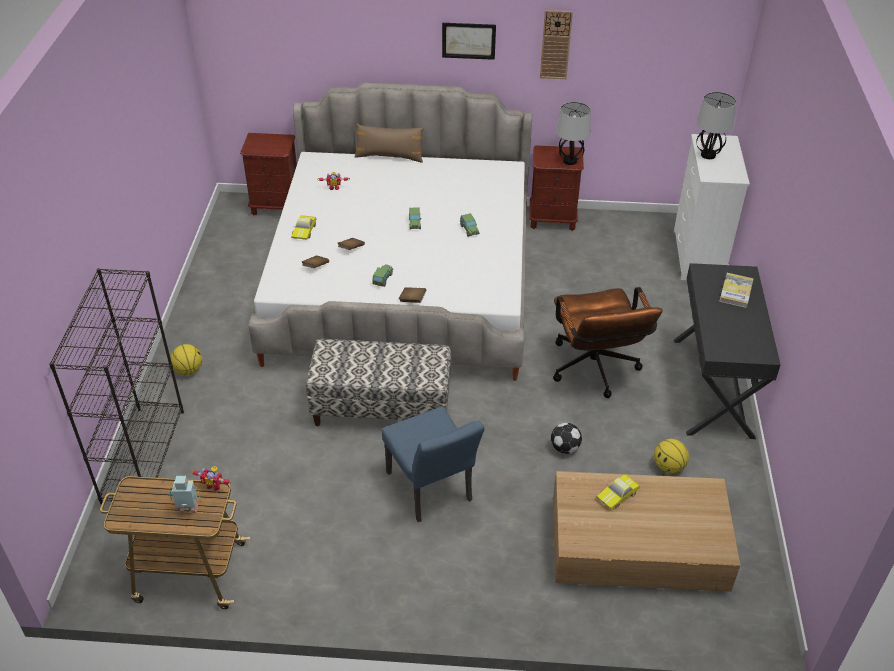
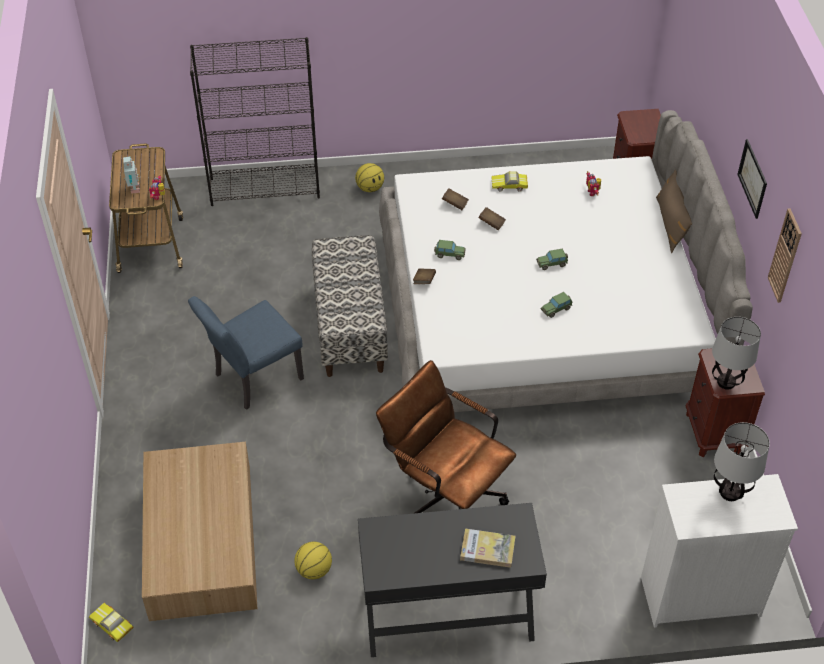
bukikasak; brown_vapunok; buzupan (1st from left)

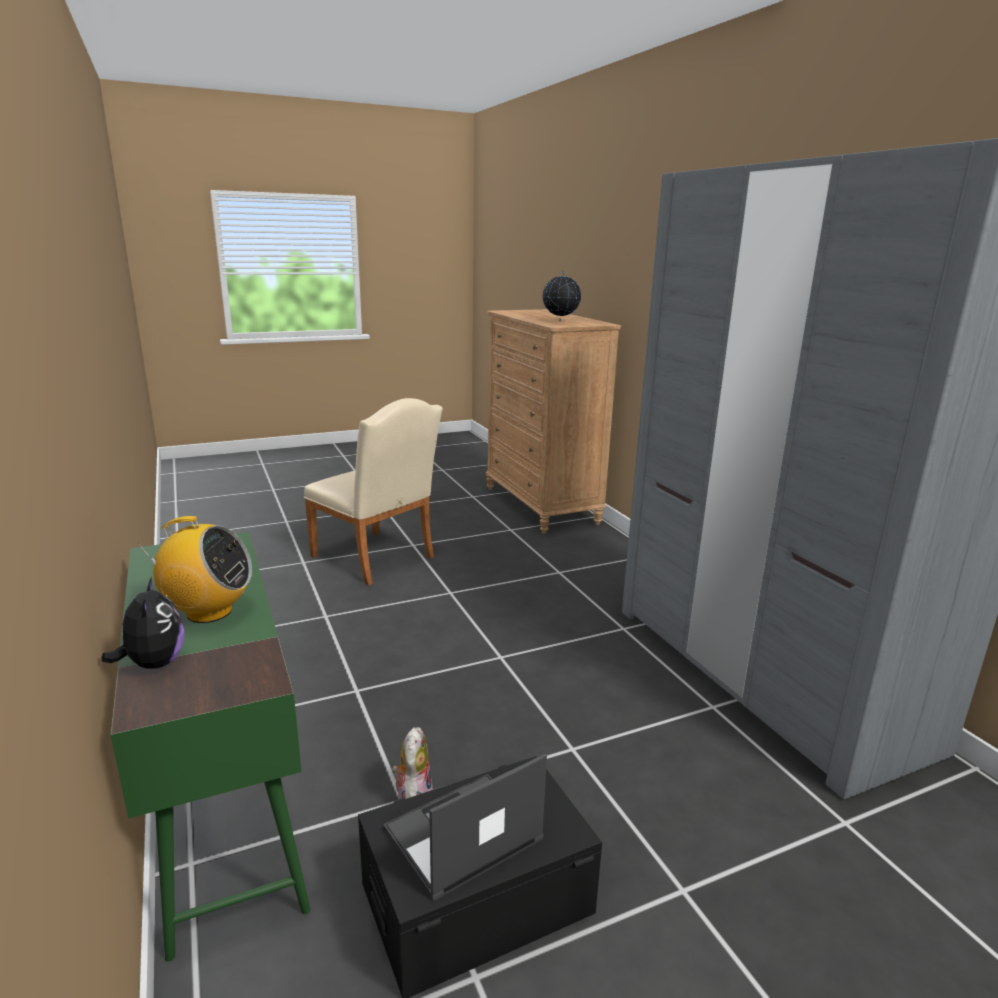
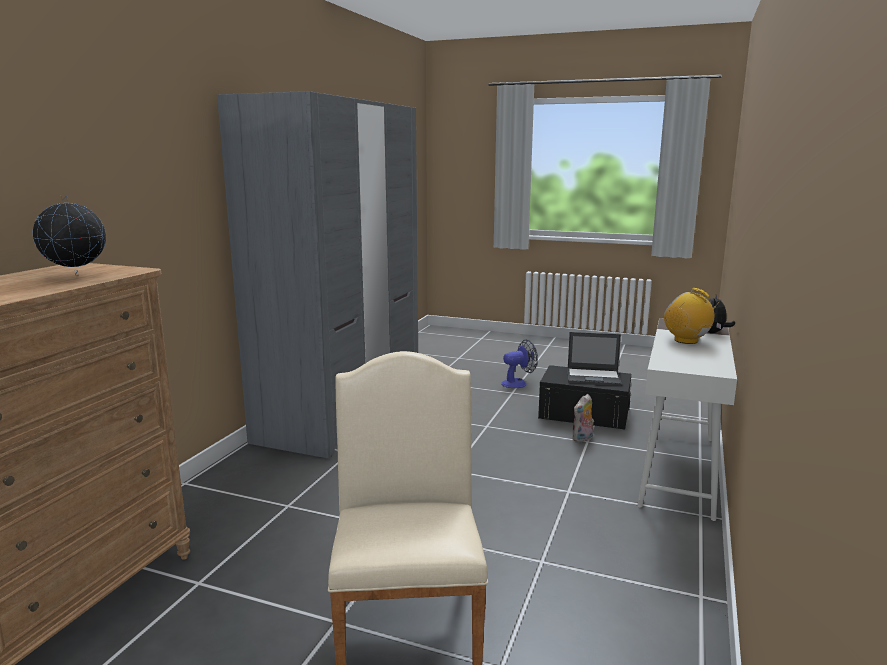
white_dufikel; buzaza

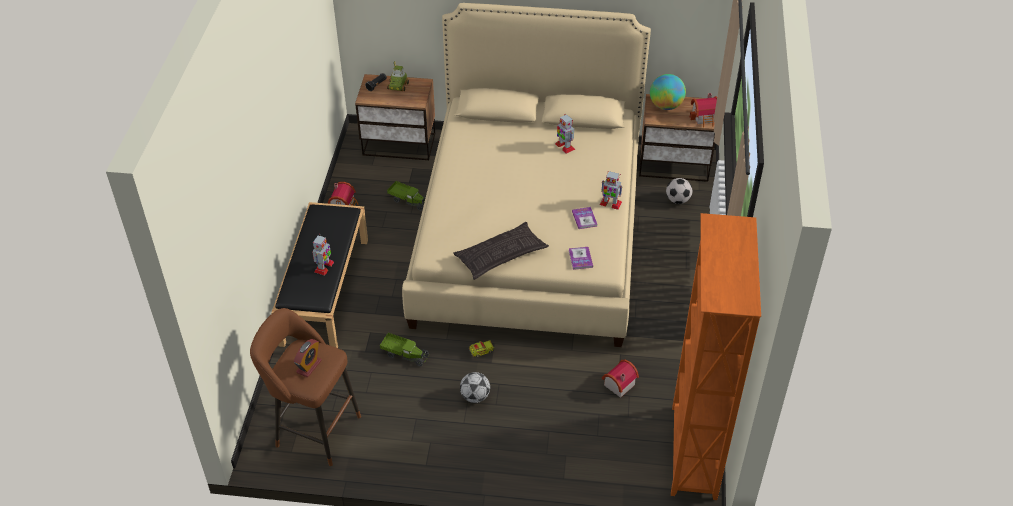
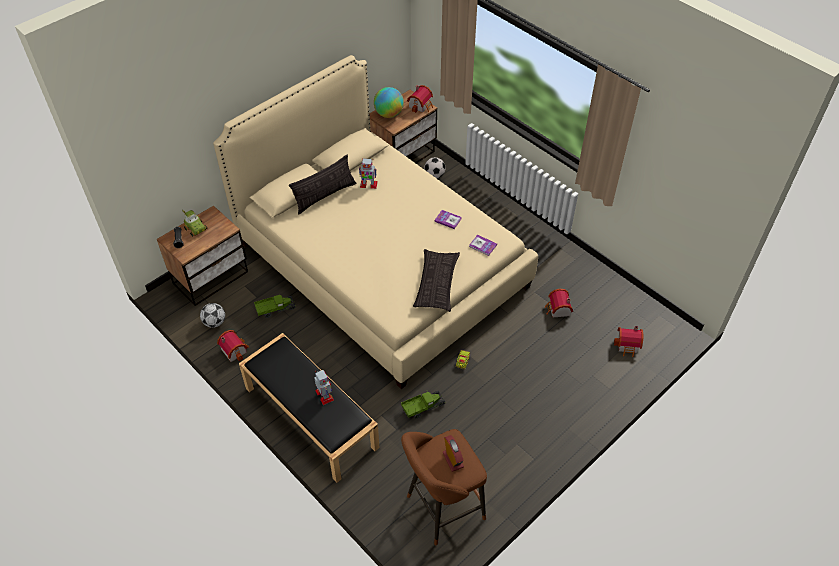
bukikasak (1st from left); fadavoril (3rd from left in the first image); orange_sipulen; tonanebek (1st from left); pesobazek (4th from left)

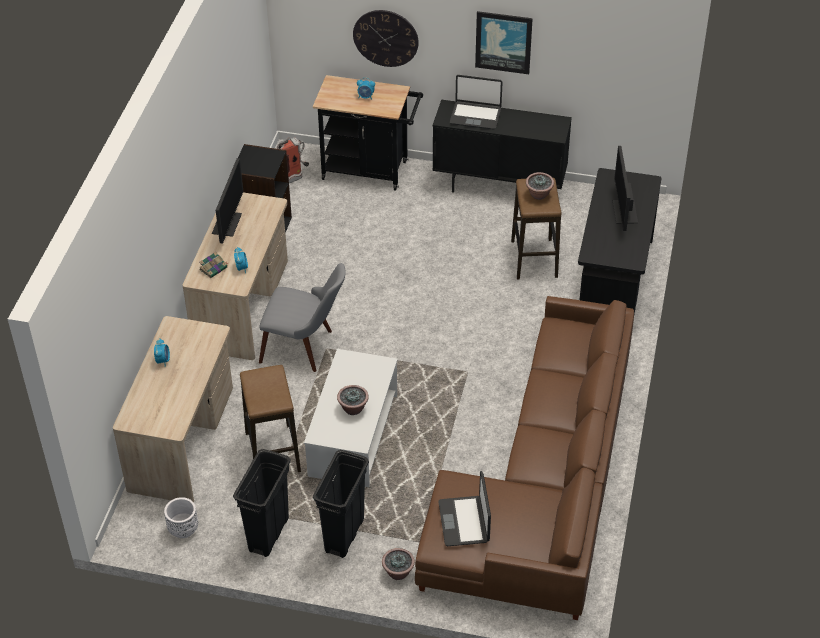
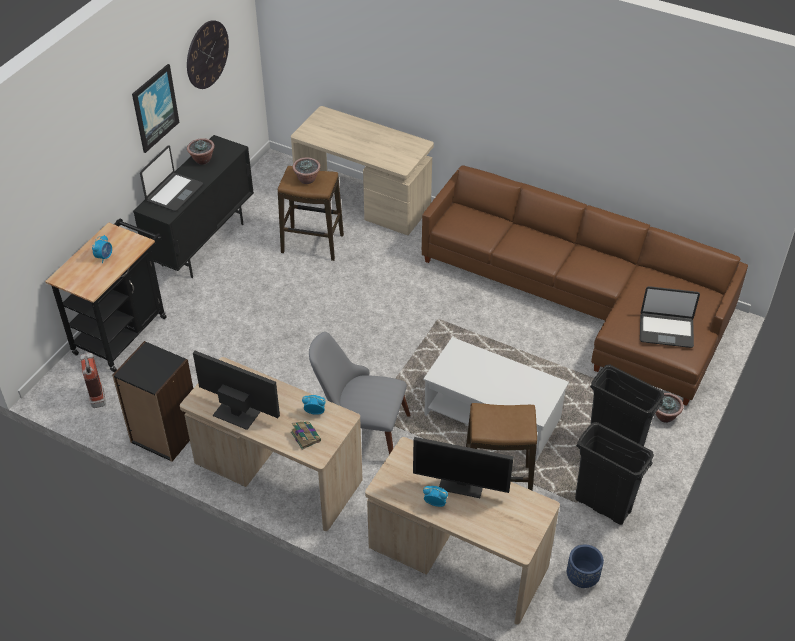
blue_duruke; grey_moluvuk; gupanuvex (1st from left); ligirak; beige_dufikel (2nd from left); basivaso (2nd from left)

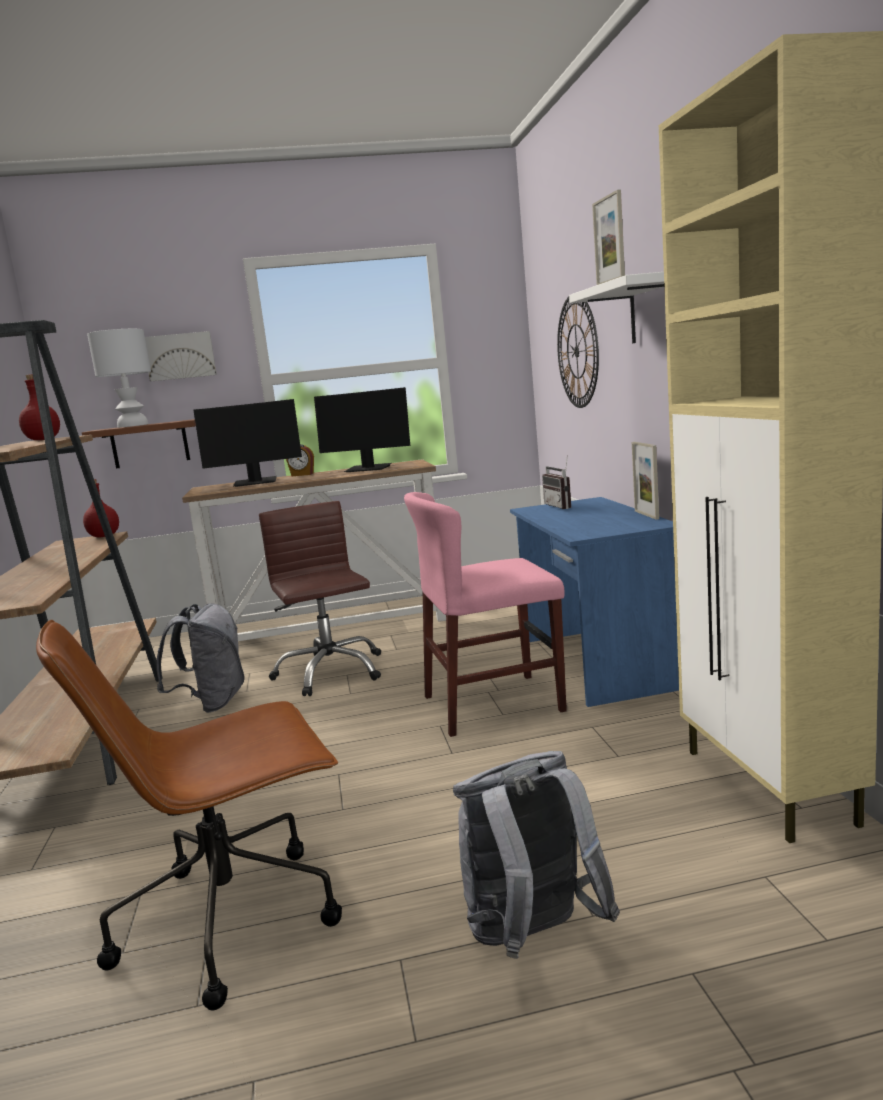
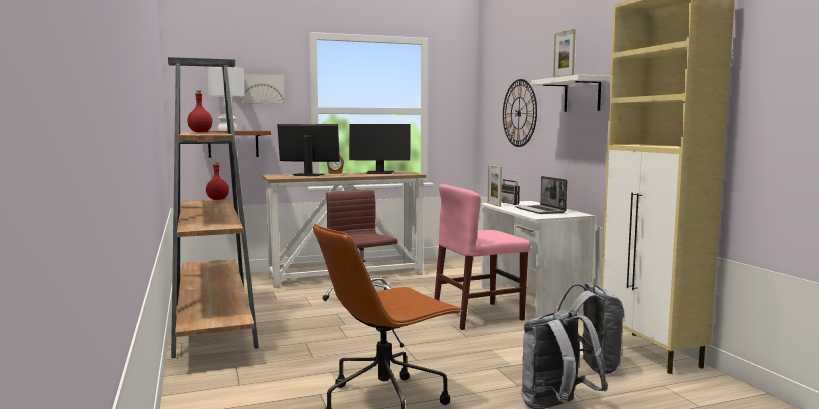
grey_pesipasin (2nd from left); basivaso (1st from left); white_dufikel; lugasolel (1st from left); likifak

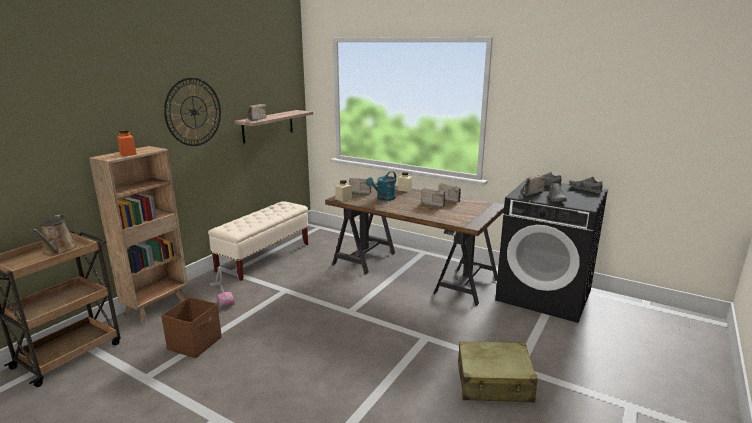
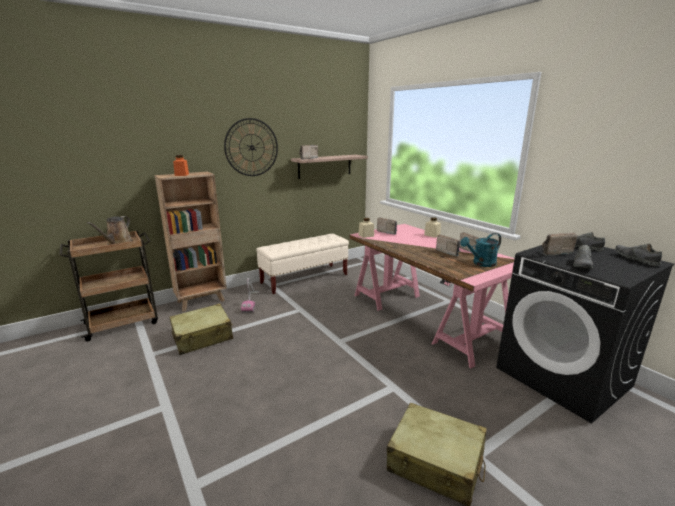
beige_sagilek (1st from left); pink_dufikel; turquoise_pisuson

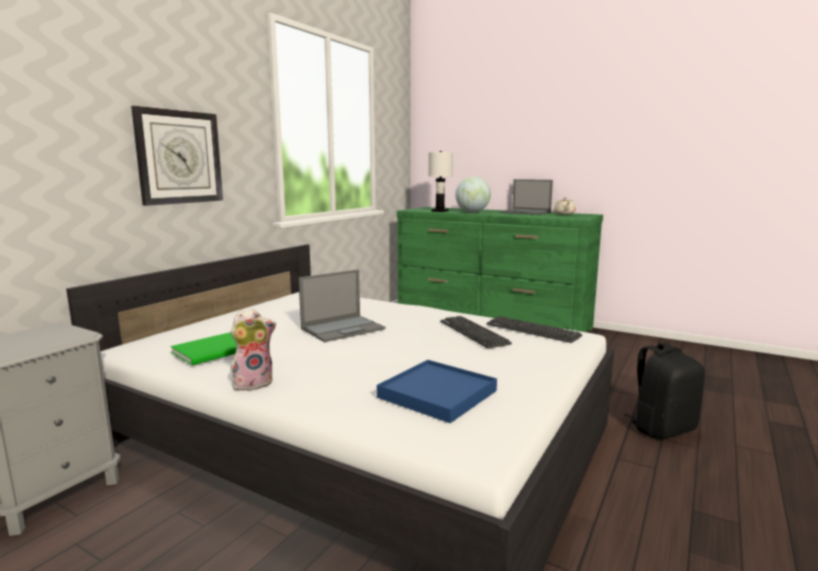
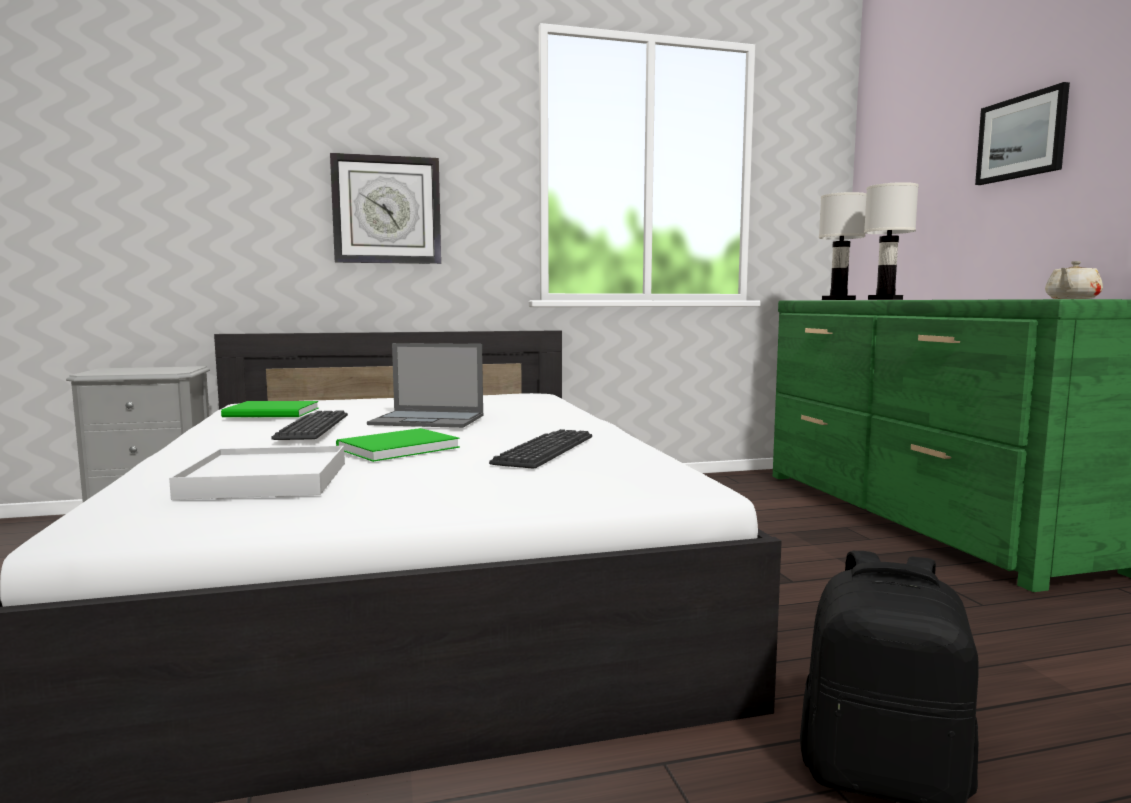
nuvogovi; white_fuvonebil; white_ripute (2nd from left); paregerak (1st from left); likifak (2nd from left in the first image); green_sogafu (2nd from left); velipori

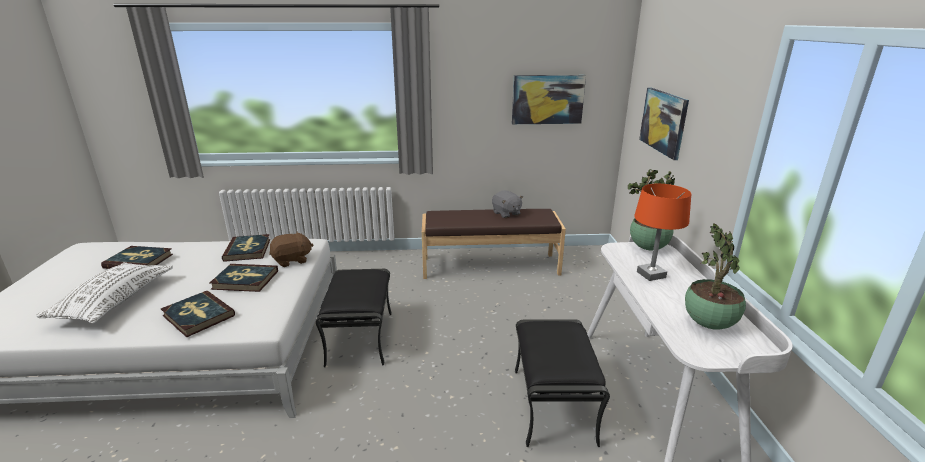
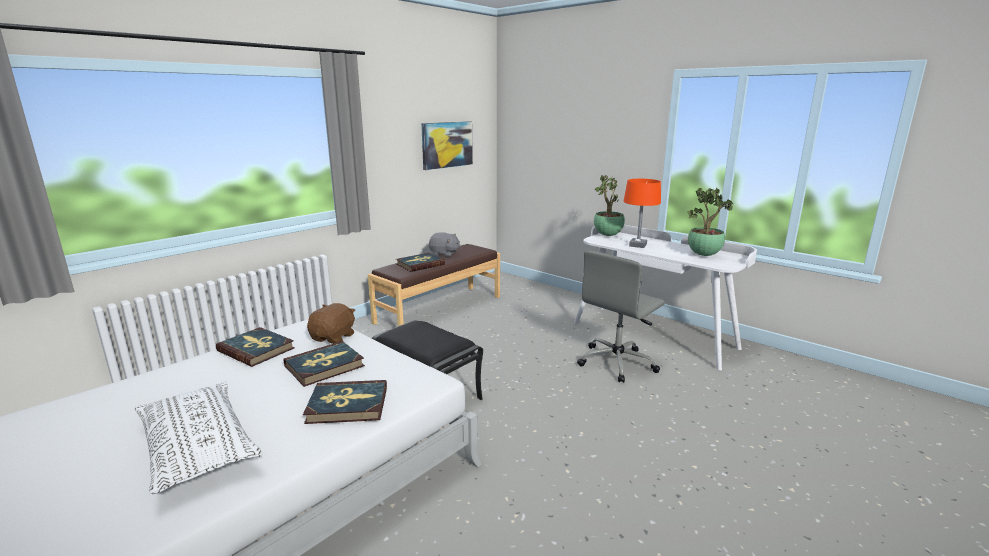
sogafu (4th from left); grey_vapunok; velipori (2nd from left in the first image)

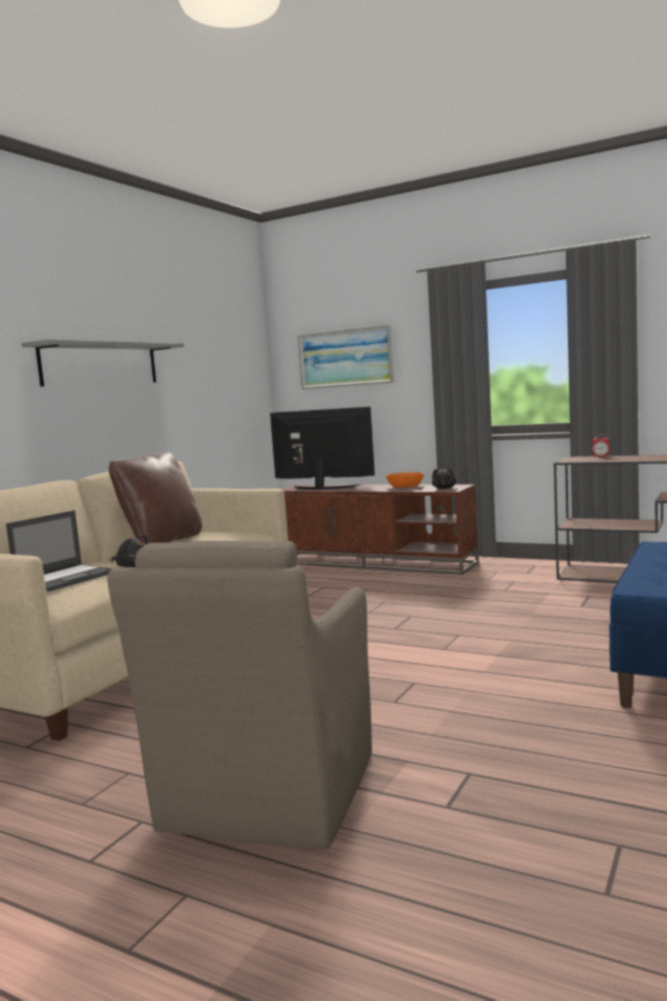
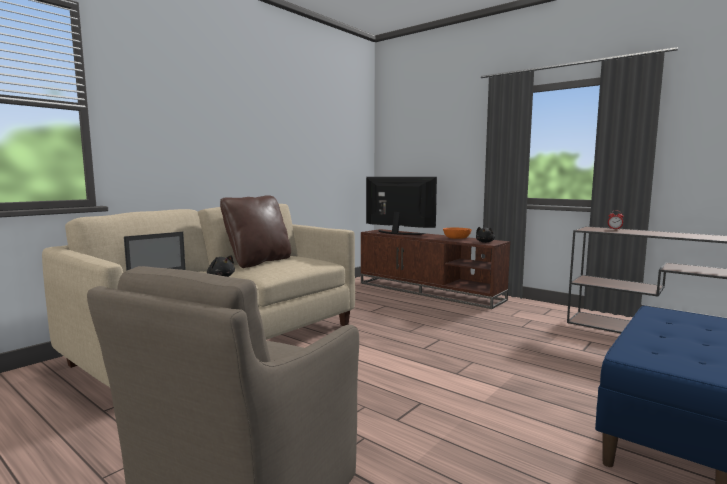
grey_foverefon; velipori

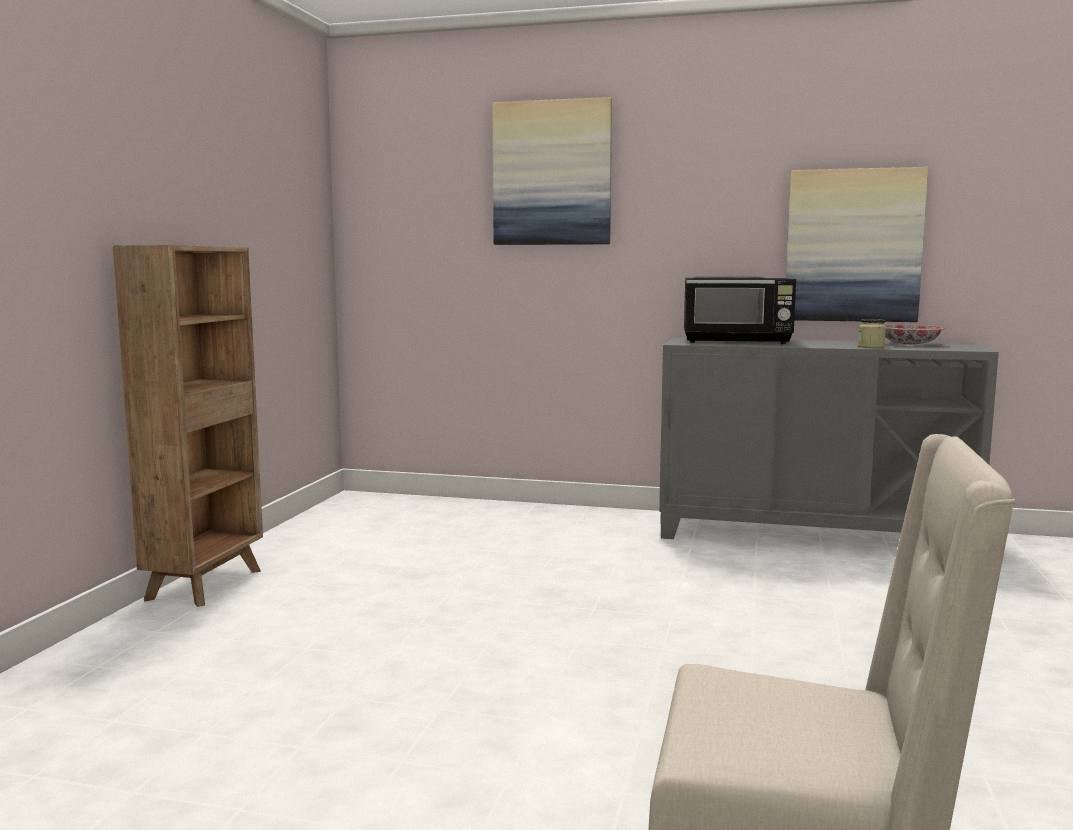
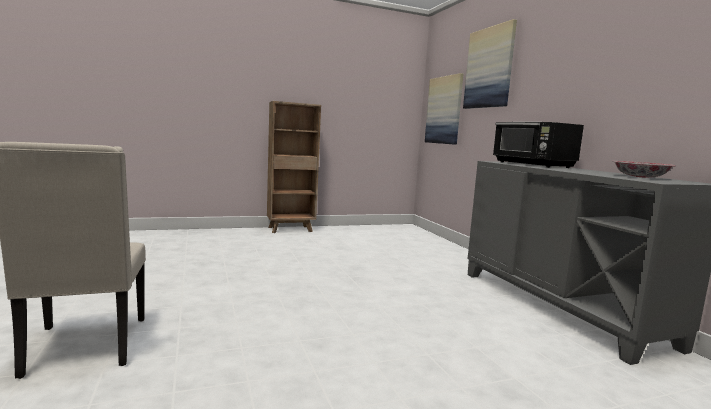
velipori (1st from left); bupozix

